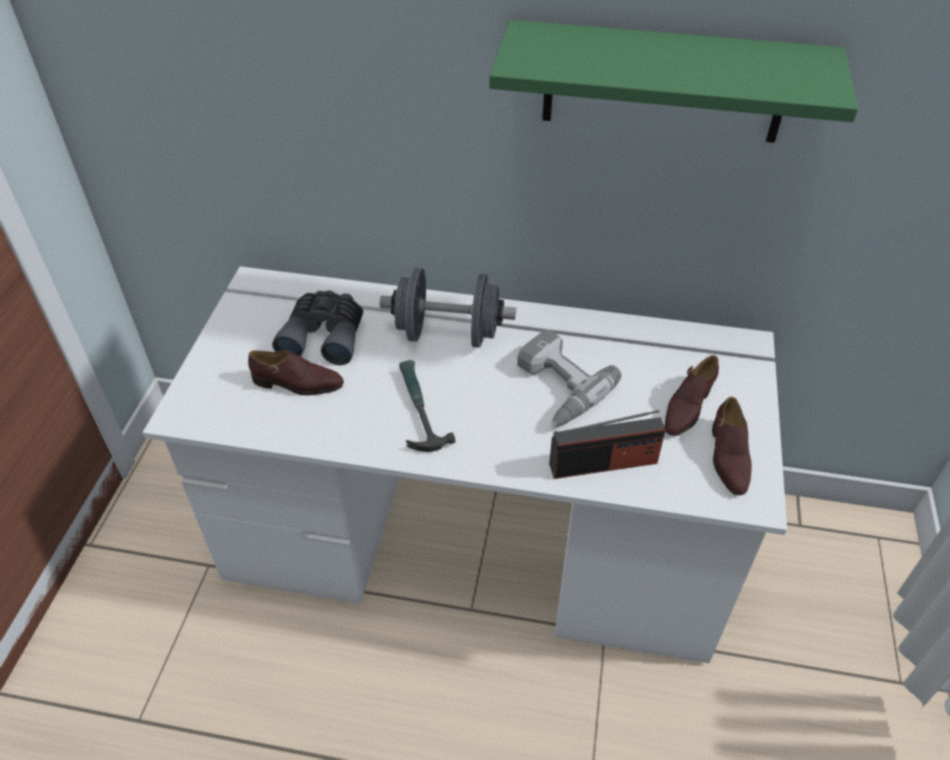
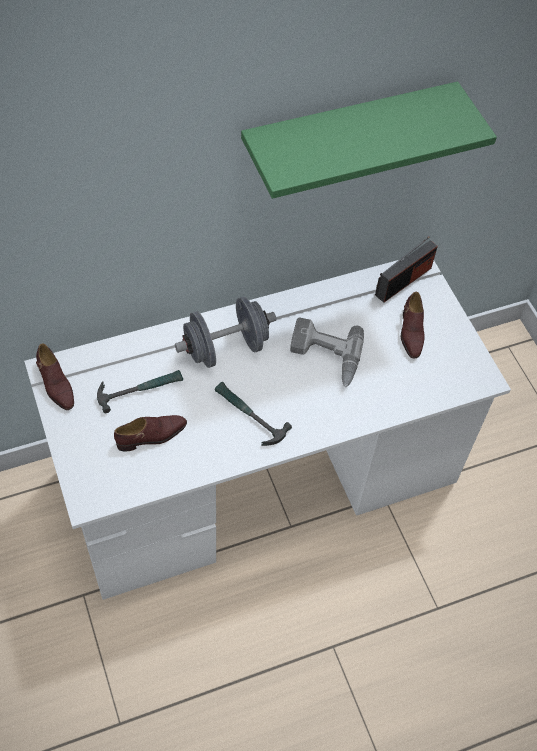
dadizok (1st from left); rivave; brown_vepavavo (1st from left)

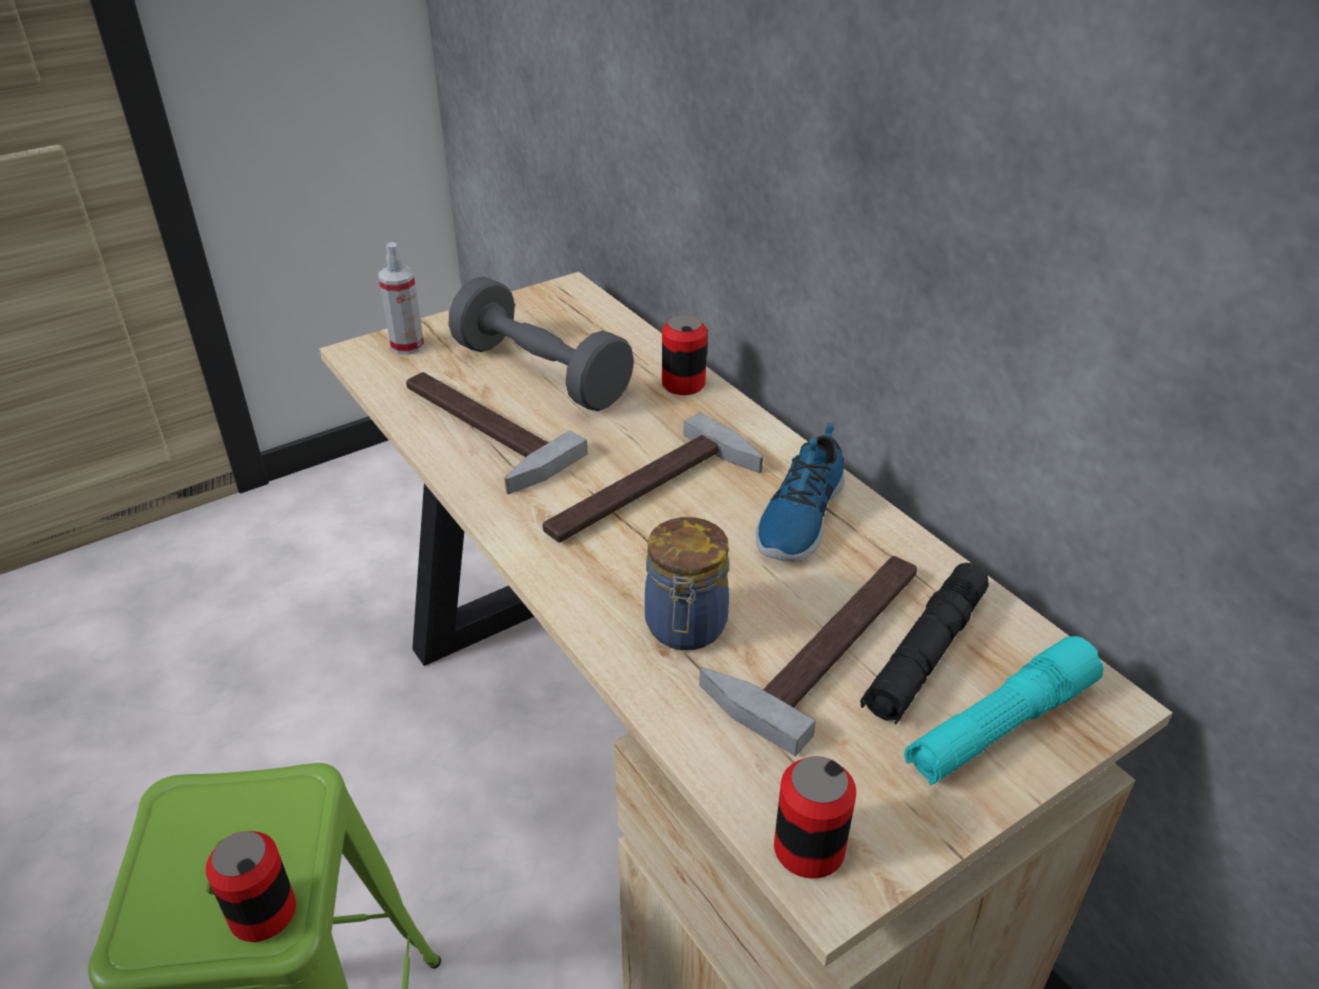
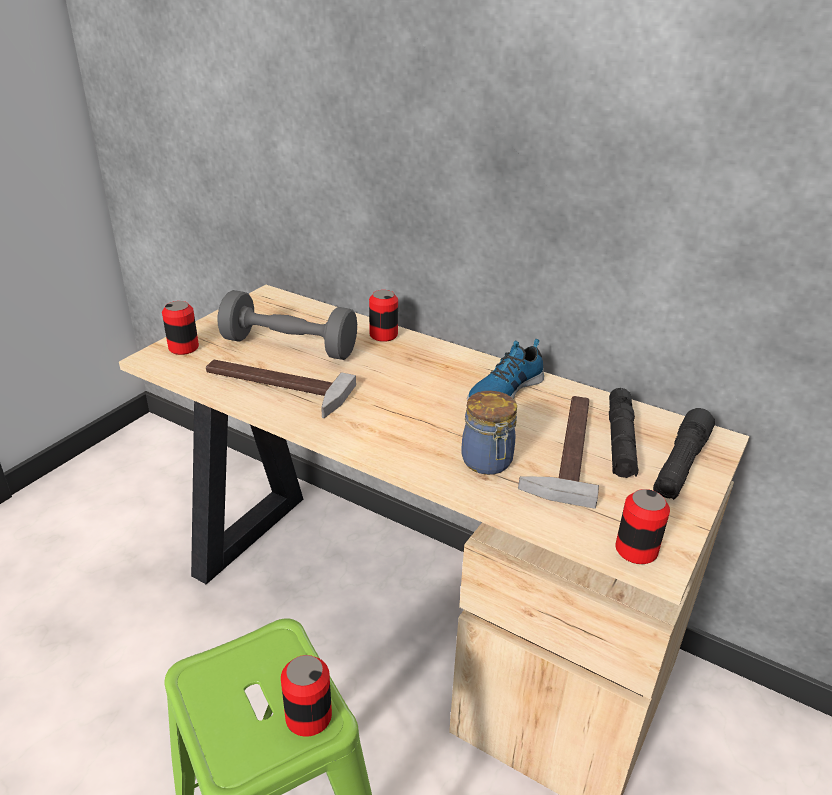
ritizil (1st from left); dadizok (2nd from left in the first image); vepavavo; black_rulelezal (2nd from left)

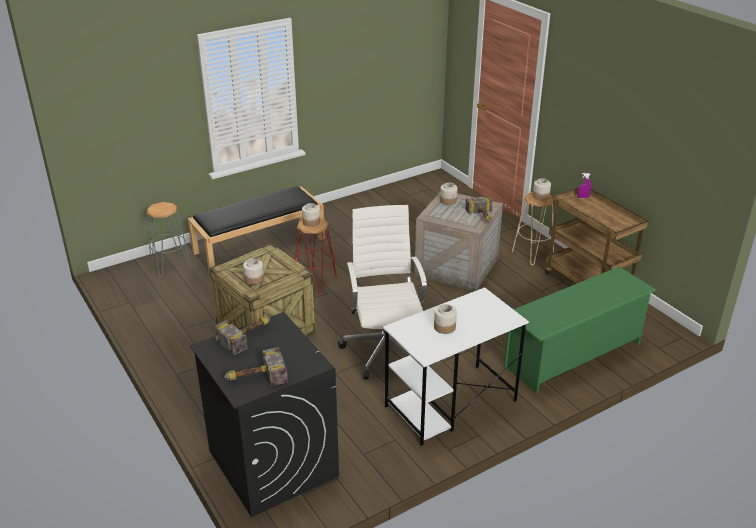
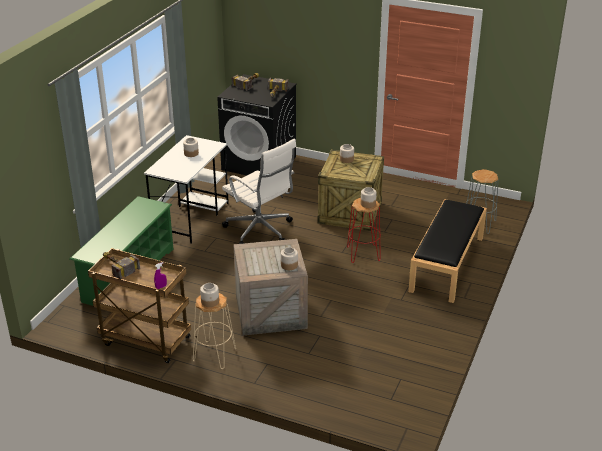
dadizok (1st from left)

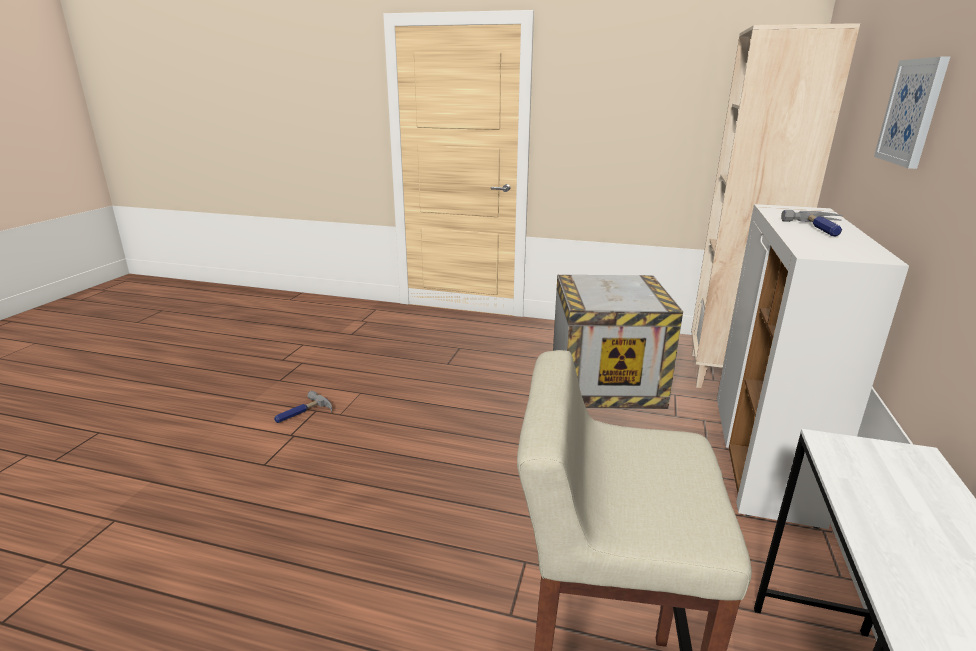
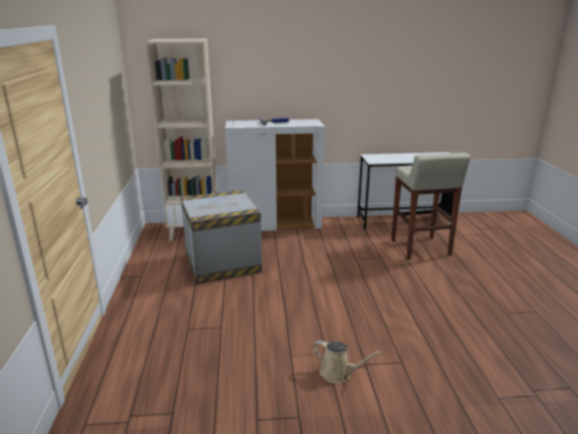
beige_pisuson; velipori

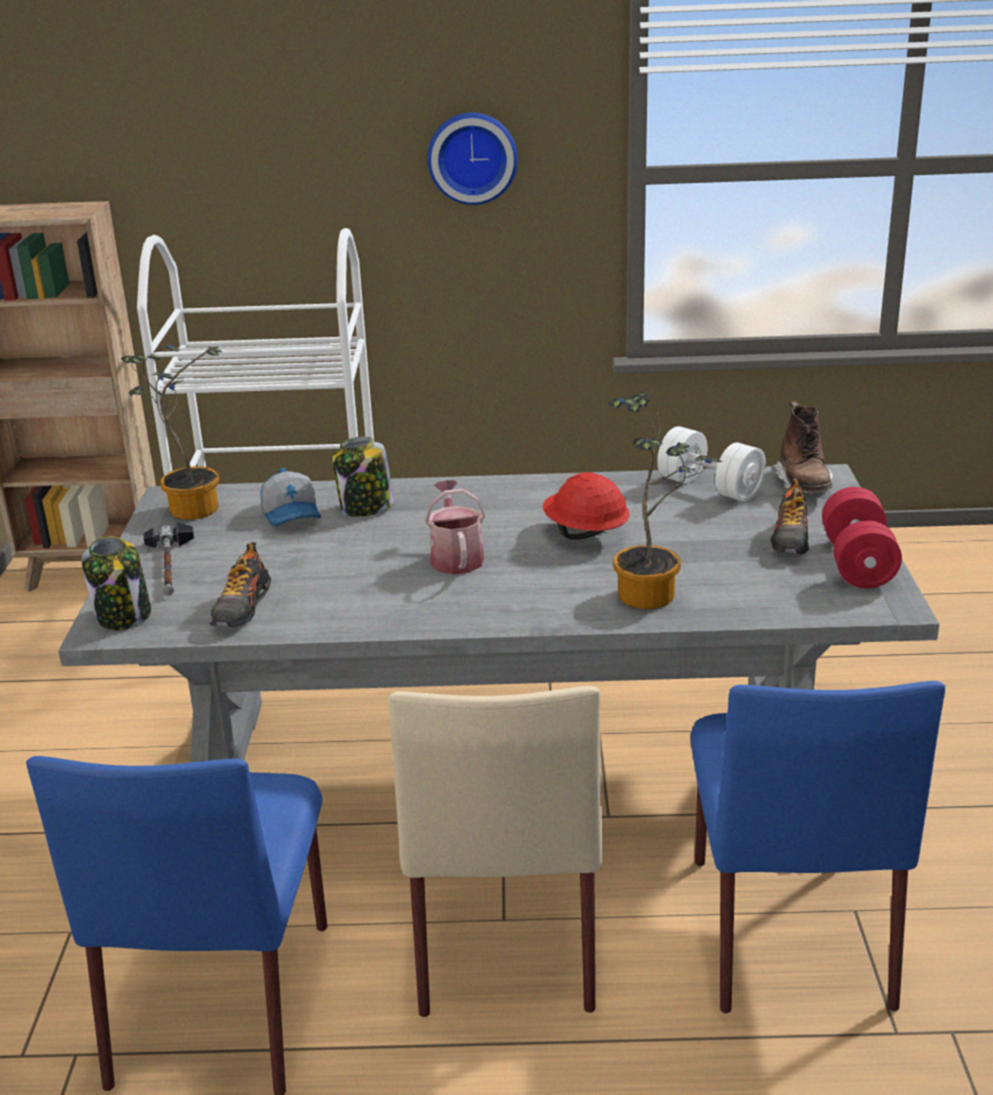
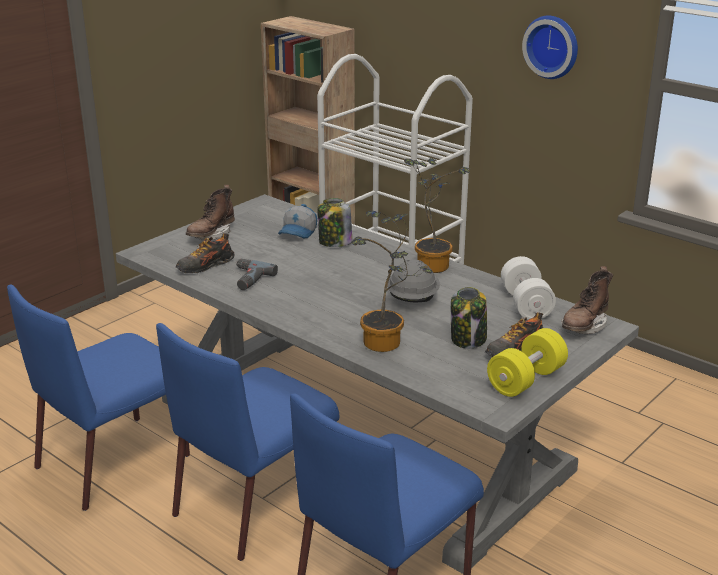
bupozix (2nd from left); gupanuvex (2nd from left); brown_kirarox (1st from left); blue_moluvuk (2nd from left); pisuson; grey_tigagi; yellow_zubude; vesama

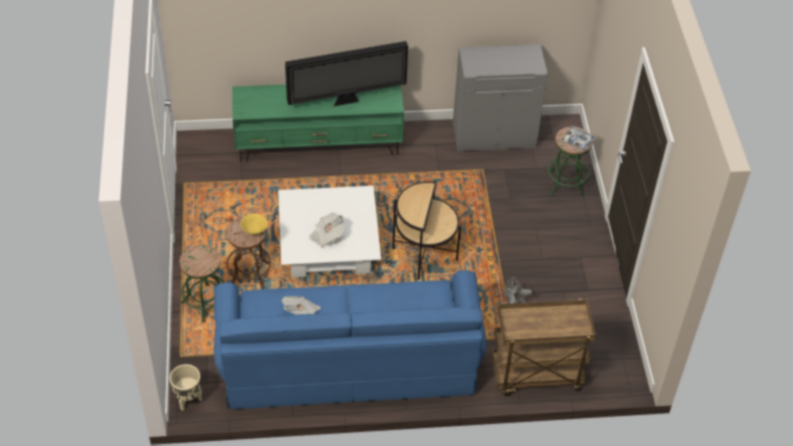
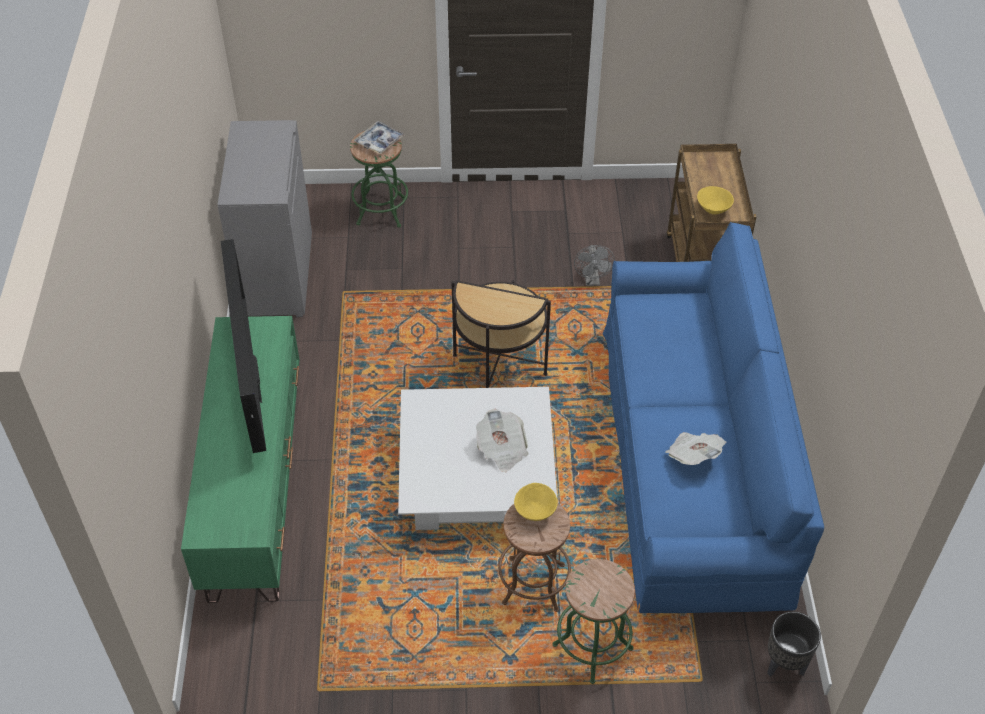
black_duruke; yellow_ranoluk (2nd from left)

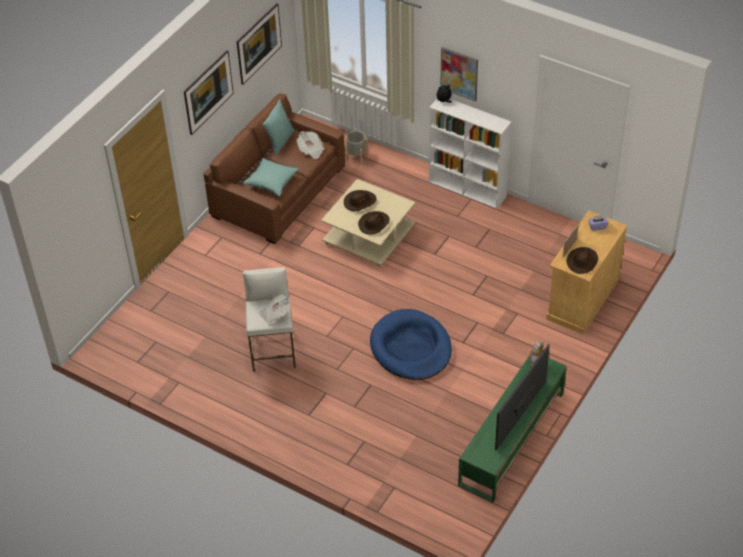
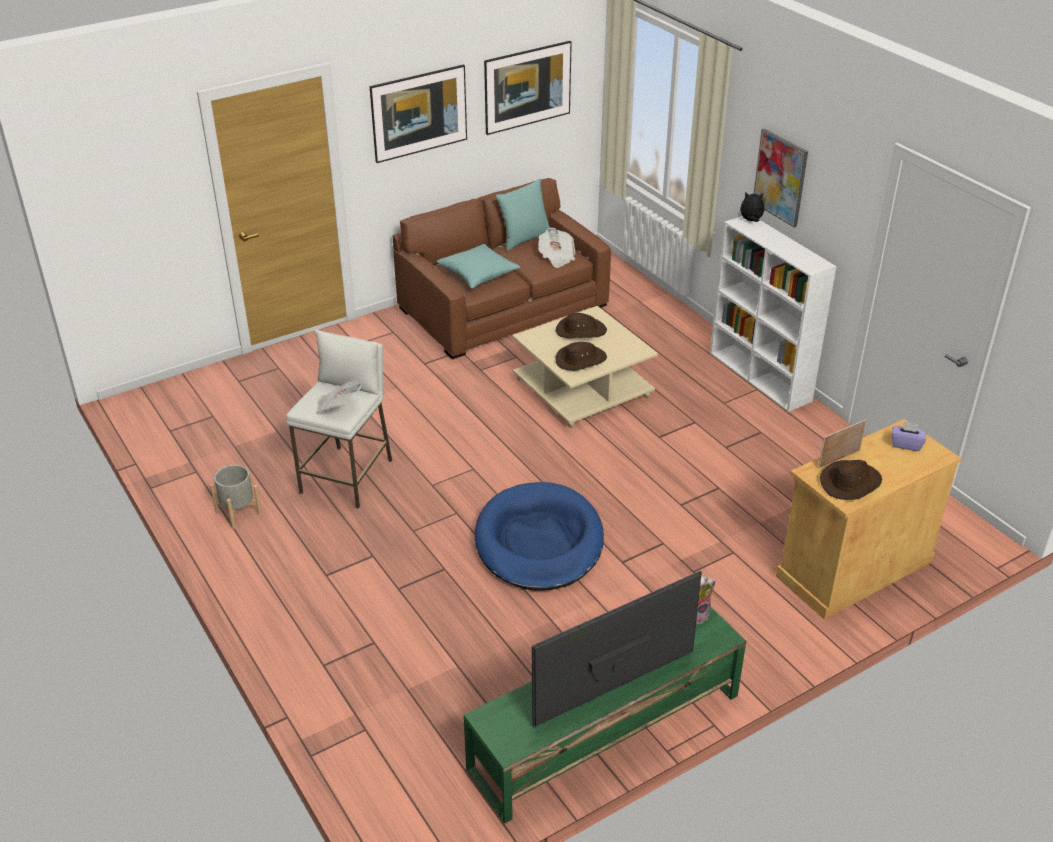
grey_duruke

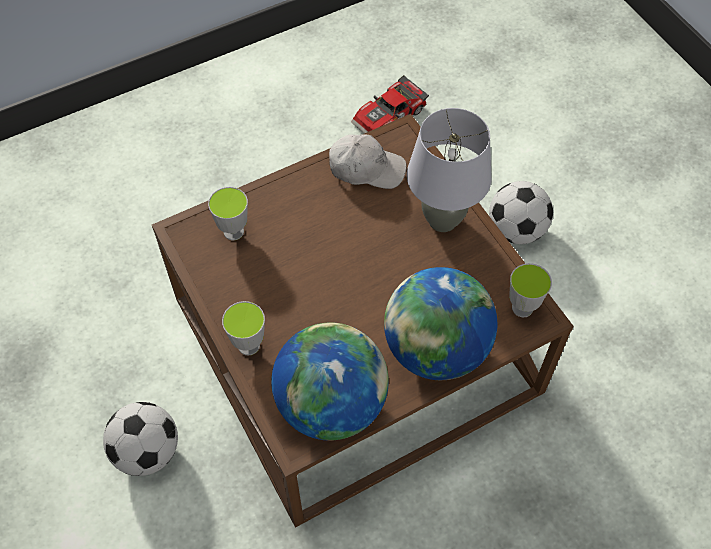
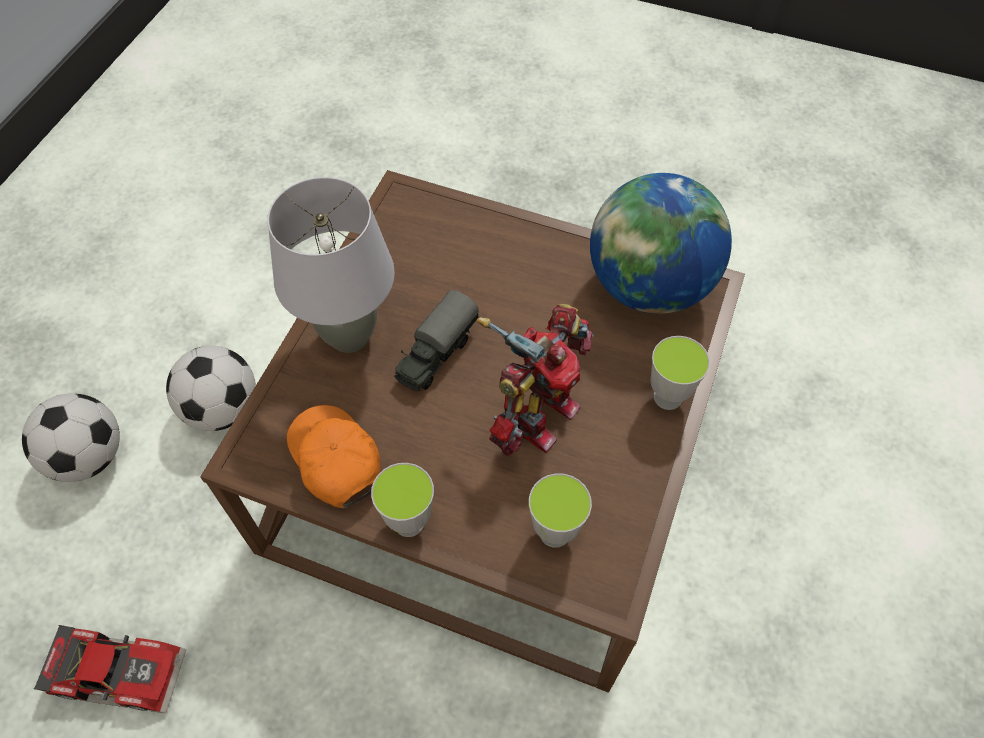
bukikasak (1st from left); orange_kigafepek; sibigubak (2nd from left in the first image); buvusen (1st from left); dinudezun; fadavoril

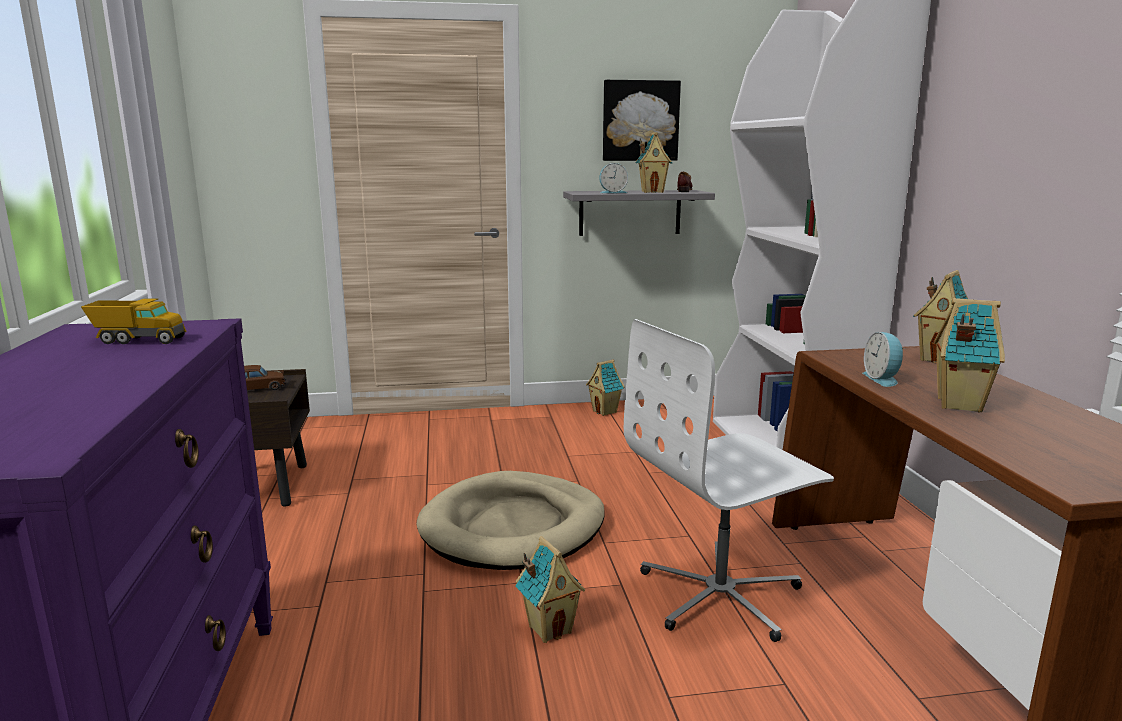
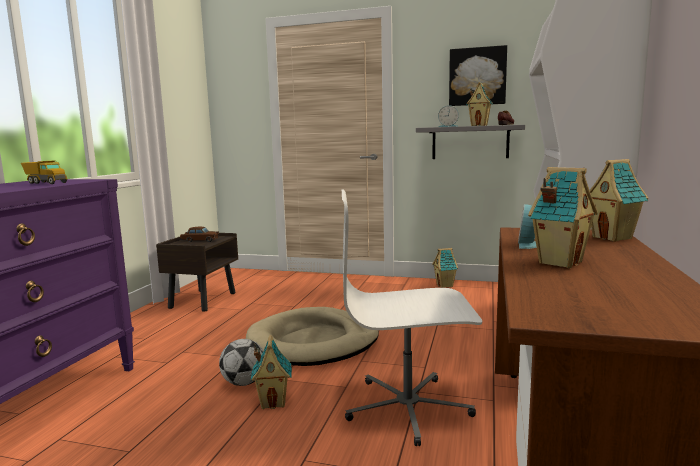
bukikasak

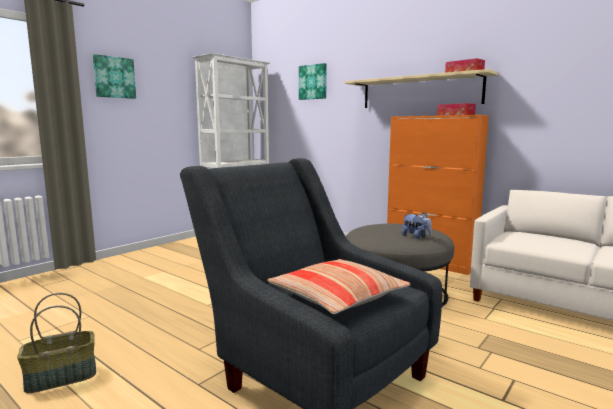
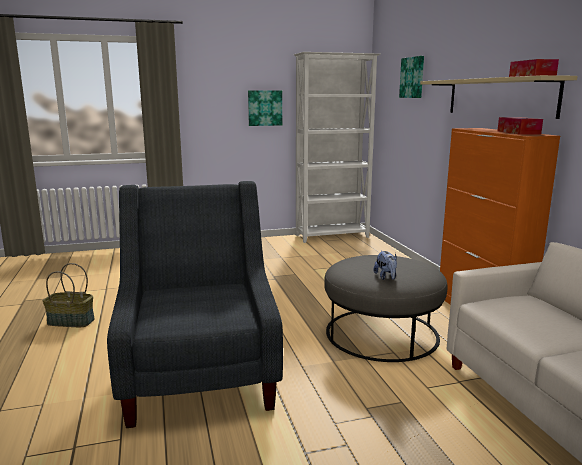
velipori (1st from left); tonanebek

